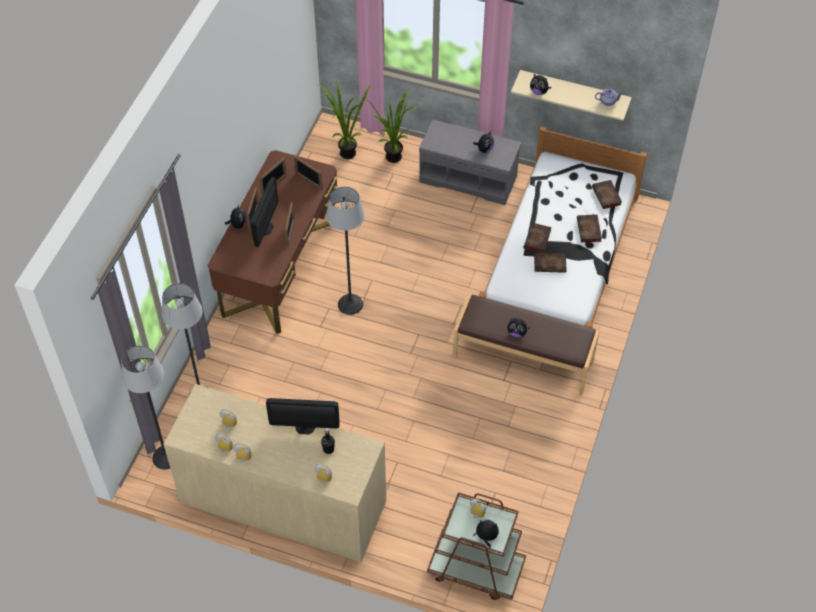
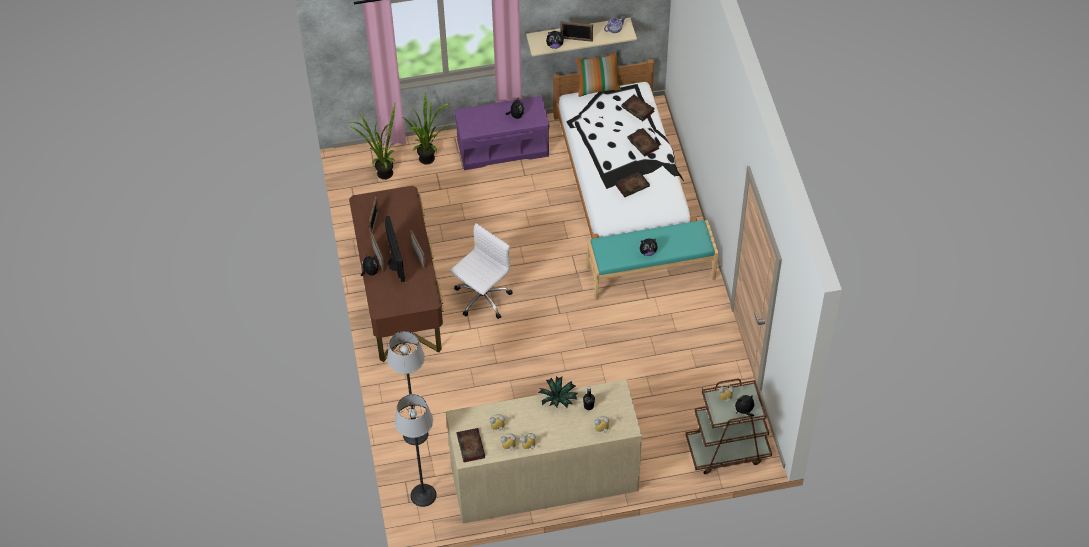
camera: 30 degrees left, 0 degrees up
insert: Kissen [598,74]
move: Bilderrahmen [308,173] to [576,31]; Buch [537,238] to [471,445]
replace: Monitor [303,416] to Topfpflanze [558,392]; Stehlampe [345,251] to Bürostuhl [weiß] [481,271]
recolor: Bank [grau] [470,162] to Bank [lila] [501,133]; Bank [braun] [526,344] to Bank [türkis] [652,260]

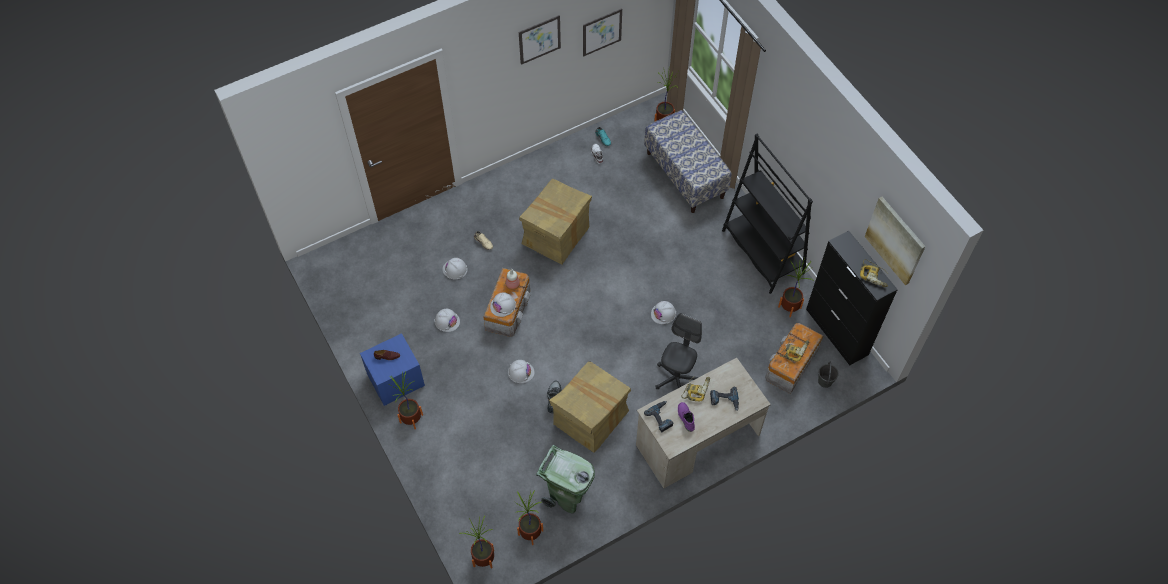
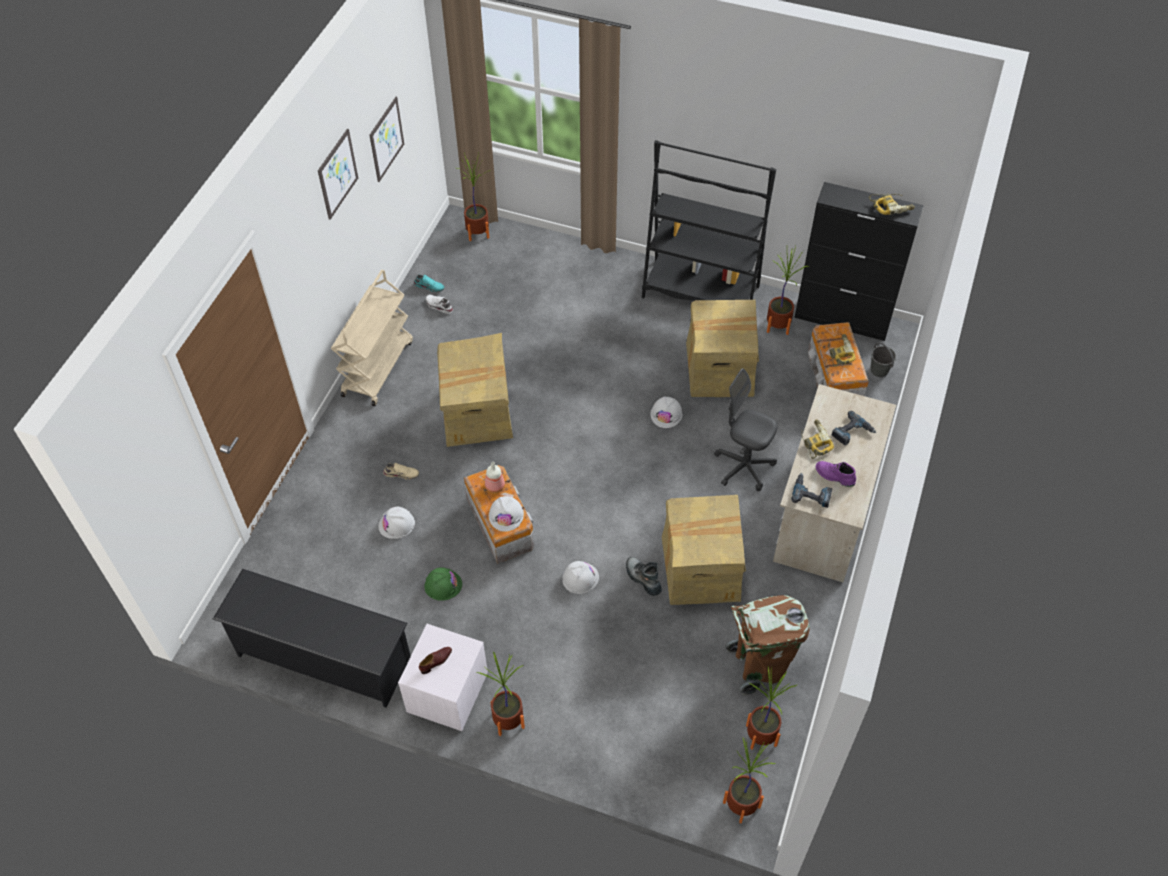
camera: 40 degrees left, 5 degrees down
delete: Bank [688,161]; Bild [895,241]
insert: Schuhregal [schwarz] [312,638]; Rollwagen [beige] [372,338]; Karton [722,348]
recolor: Nachttisch [blau] [392,369] to Nachttisch [weiß] [443,677]; Schutzhelm [weiß] [447,320] to Schutzhelm [grün] [443,584]; Mülleimer [grün] [565,479] to Mülleimer [braun] [767,645]
rotate: Bürostuhl [grau] [679,351] = [745,429] 45 degrees counterclockwise

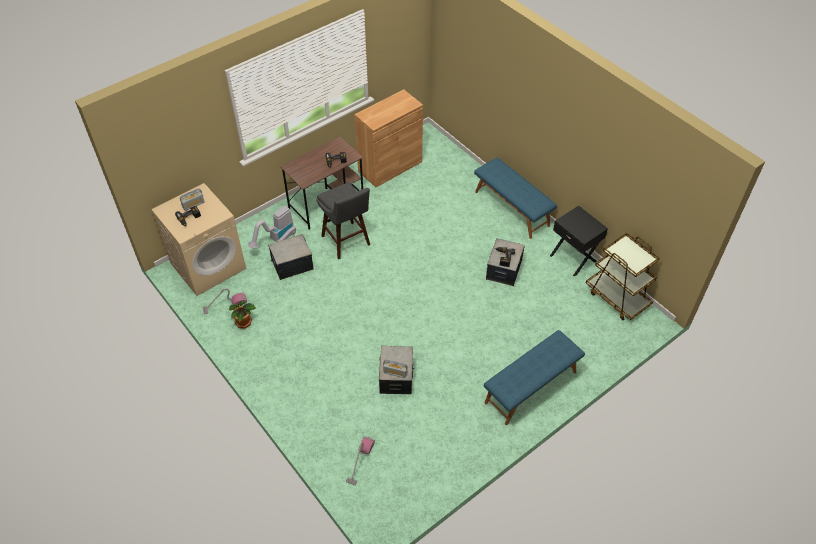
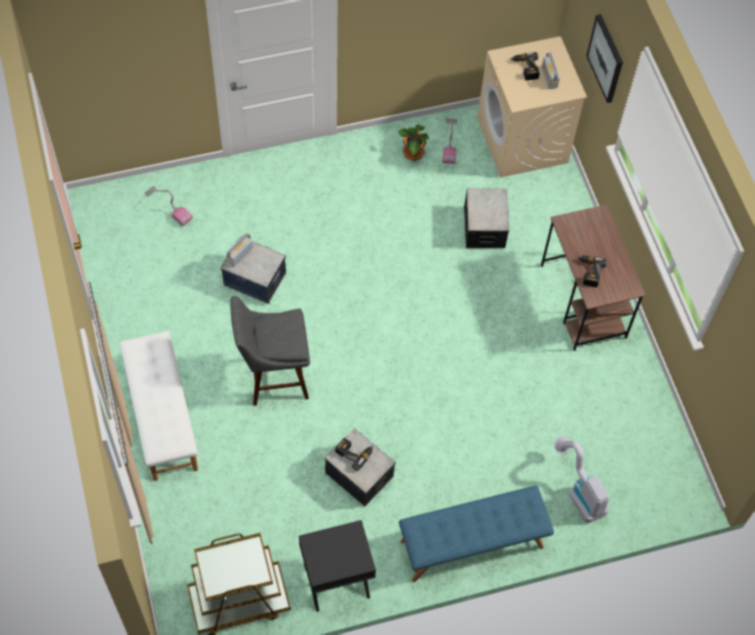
camera: 110 degrees right, 10 degrees up
delete: Schrank [braun] [388,138]
insert: Bild [604,58]
move: Staubsauger [272,227] to [581,479]; Hocker [grau] [343,220] to [270,351]
recolor: Bank [blau] [534,377] to Bank [weiß] [159,406]

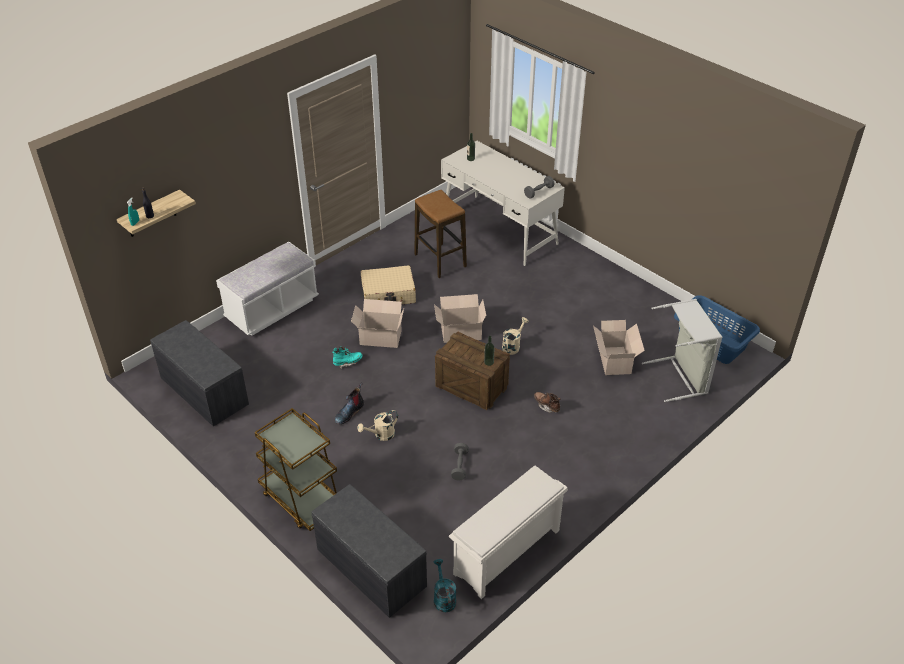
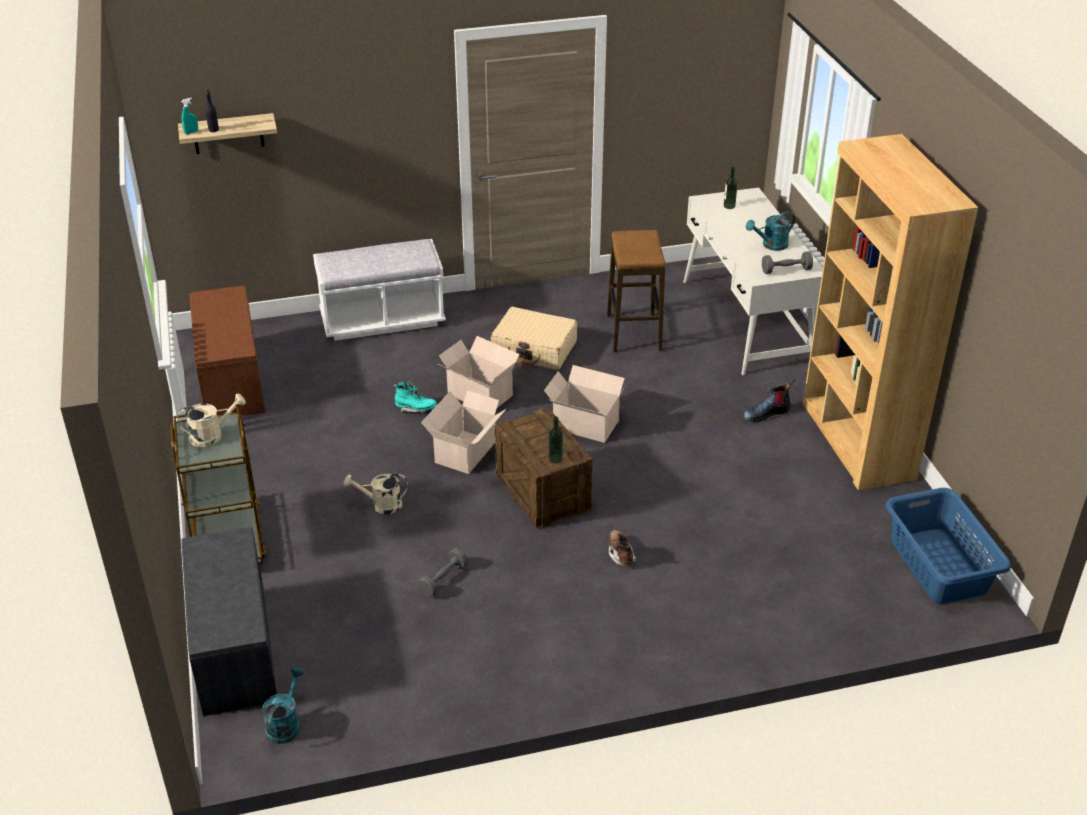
camera: 30 degrees right, 5 degrees down
delete: Schuhregal [weiß] [508,532]; Wäschekorb [grau] [681,350]
insert: Gießkanne [türkis] [770,231]; Bücherregal [braun] [890,312]
move: Stiefel [349,403] to [769,400]; Gießkanne [beige] [515,336] to [211,420]; Karton [619,347] to [463,432]
recolor: Bank [grau] [199,373] to Bank [braun] [227,351]

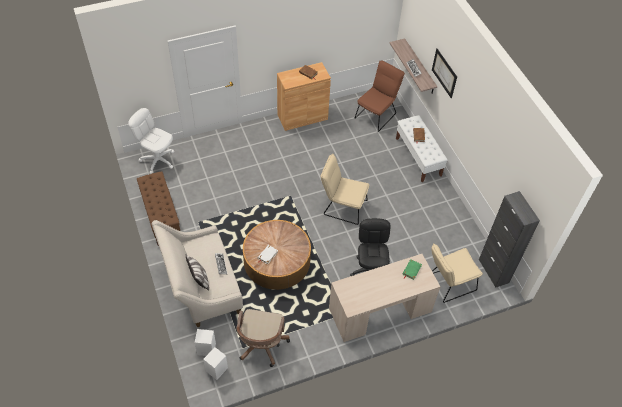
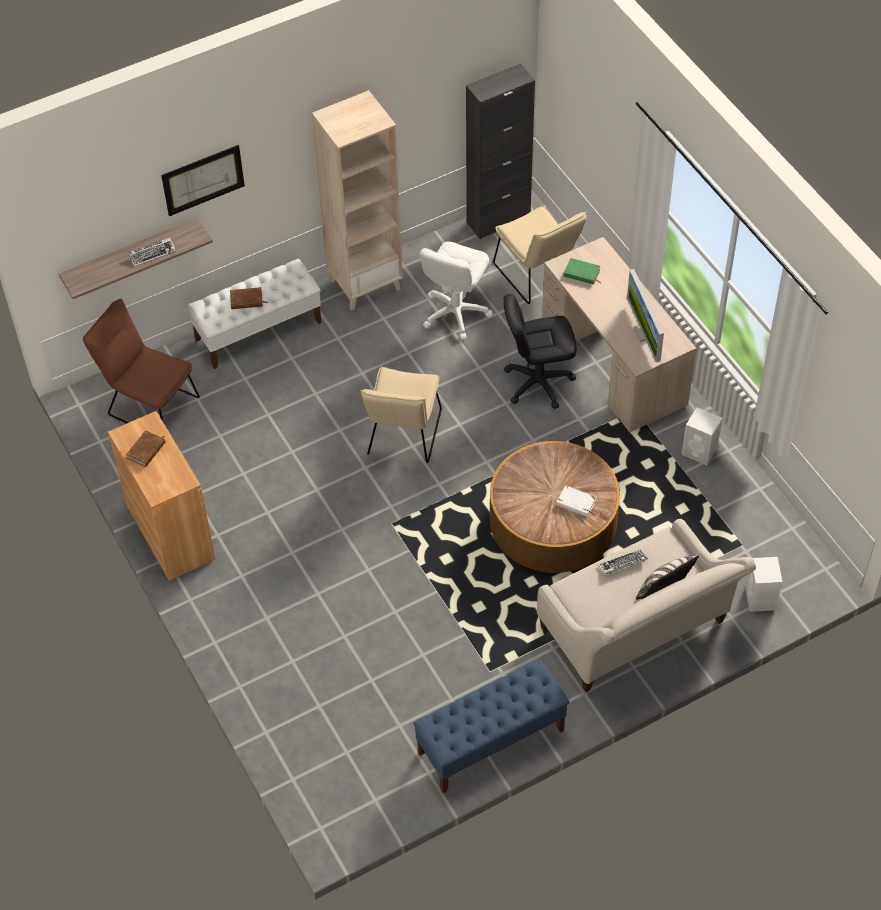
camera: 95 degrees left, 0 degrees up
delete: Bürostuhl [braun] [263,338]
insert: Bücherregal [beige] [357,200]; Monitor [645,316]
move: Bürostuhl [weiß] [151,141] to [456,291]; Lautsprecher [weiß] [215,363] to [702,436]
recolor: Bank [braun] [158,209] to Bank [blau] [491,726]

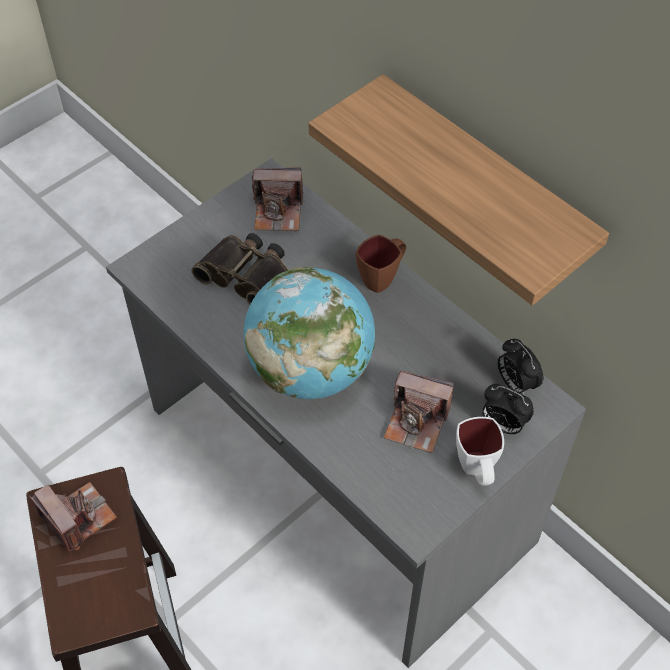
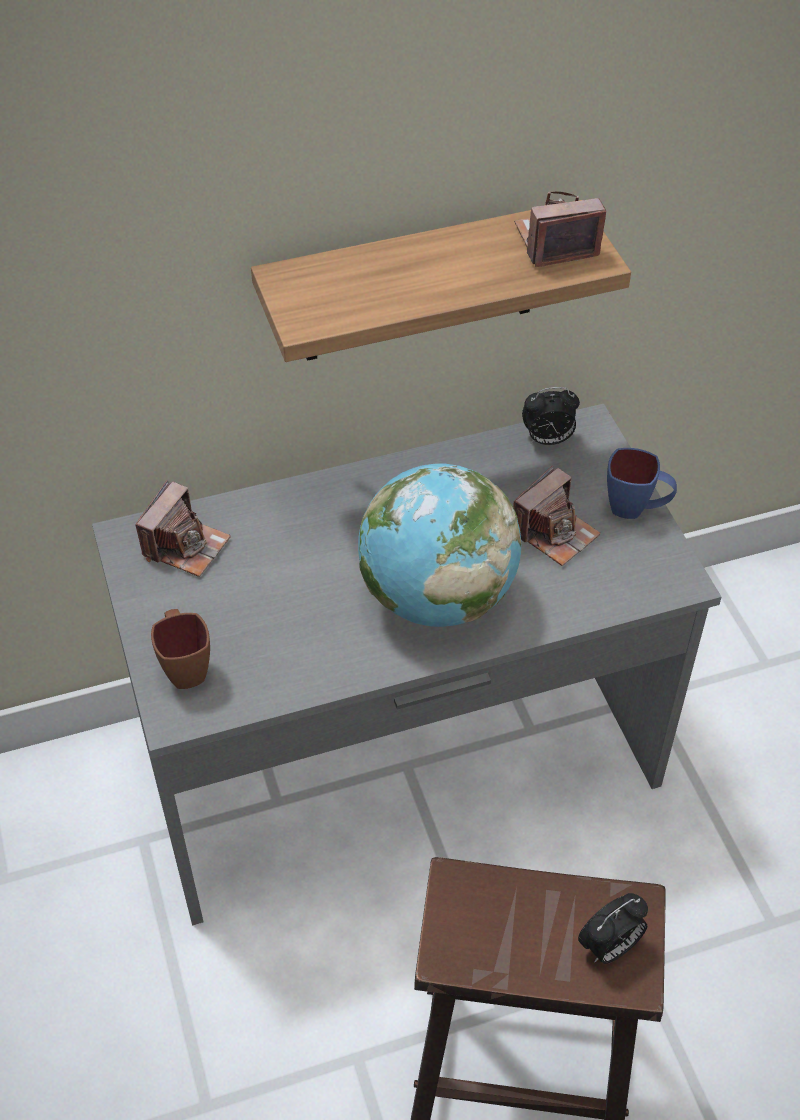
camera: 65 degrees left, 5 degrees down
delete: Fernglas [239,268]
move: Kamera [73,516] to [560,229]; Henkelbecher [braun] [381,264] to [180,649]; Wecker [508,409] to [613,928]
recolor: Henkelbecher [weiß] [480,451] to Henkelbecher [blau] [642,483]

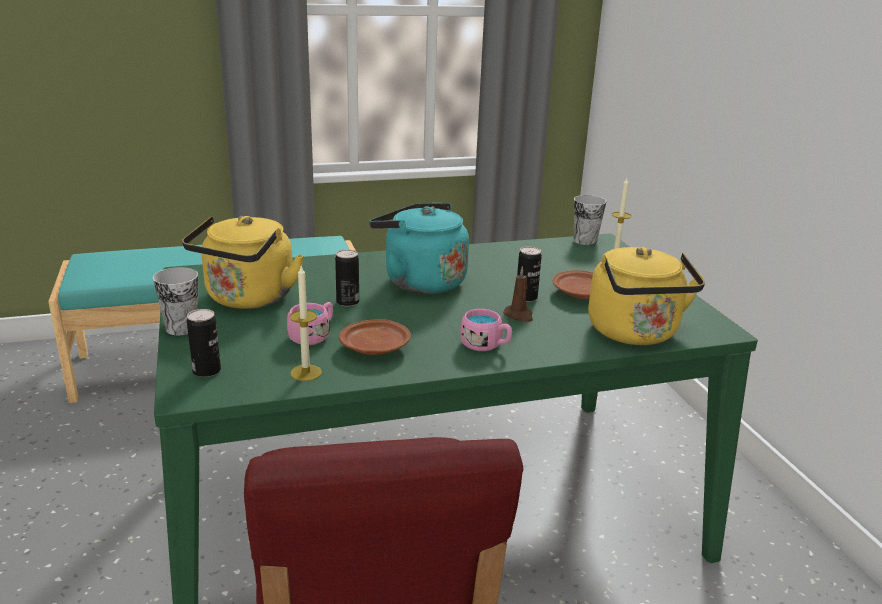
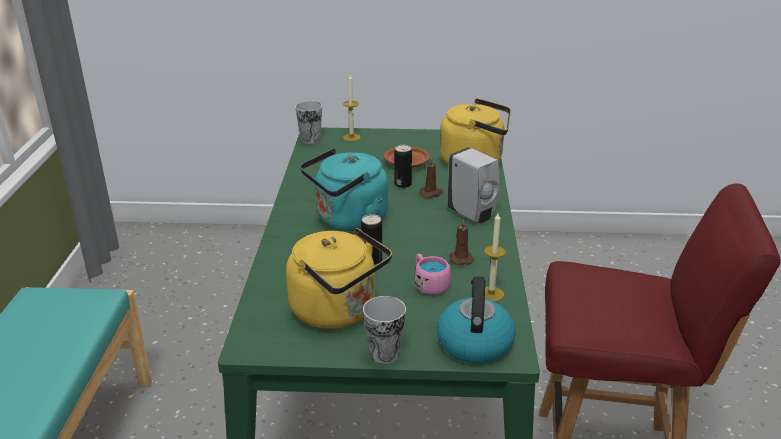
camera: 70 degrees left, 5 degrees up
replace: Dose [204,343] to Wasserkessel [476,320]; Teller [braun] [375,337] to Kerze [braun] [462,241]; Henkelbecher [rosa] [486,330] to Seifenspender [weiß] [473,185]

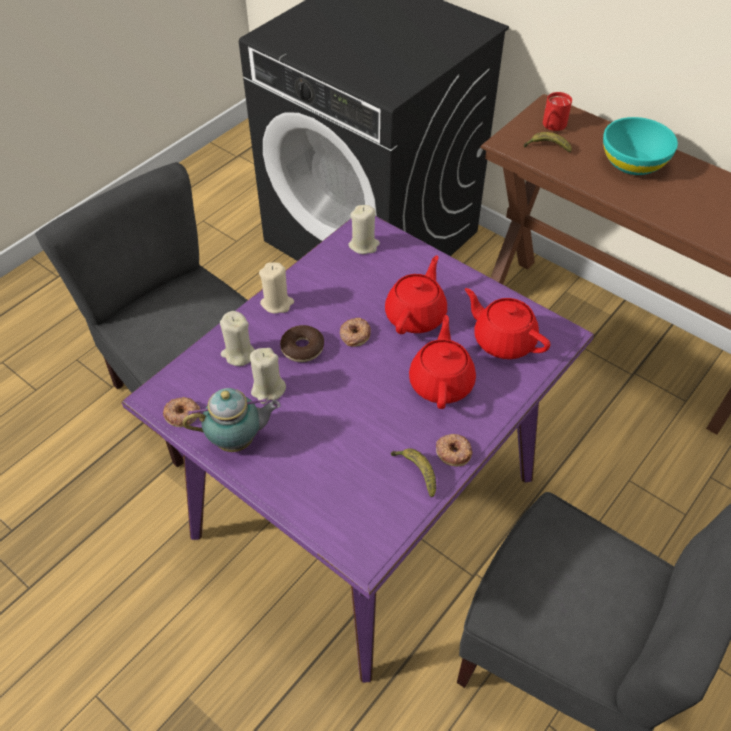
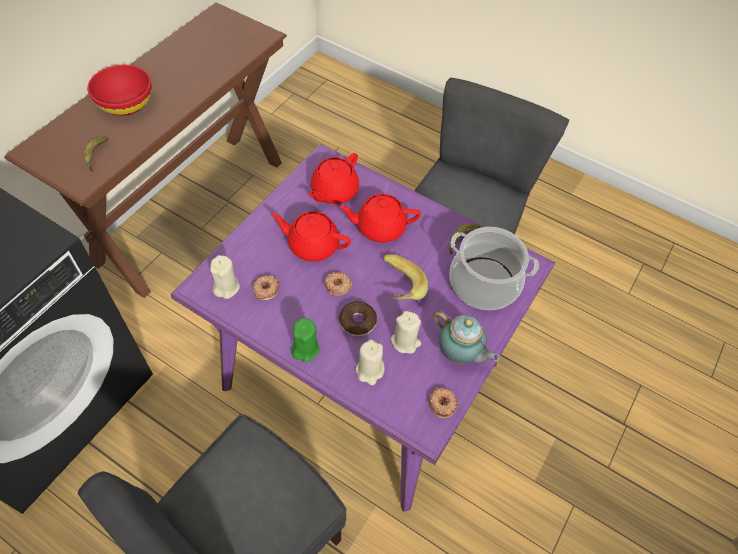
camera: 100 degrees left, 5 degrees up
delete: Henkelbecher [rot] [557,111]
insert: Banane [405,277]; Kochtopf [494,268]
move: Donut [454,450] to [266,287]
recolor: Kerze [beige] [276,288] to Kerze [grün] [305,340]; Schüssel [türkis] [640,146] to Schüssel [rot] [119,90]
rotate: Teekanne [231,420] = [466,337] 150 degrees clockwise

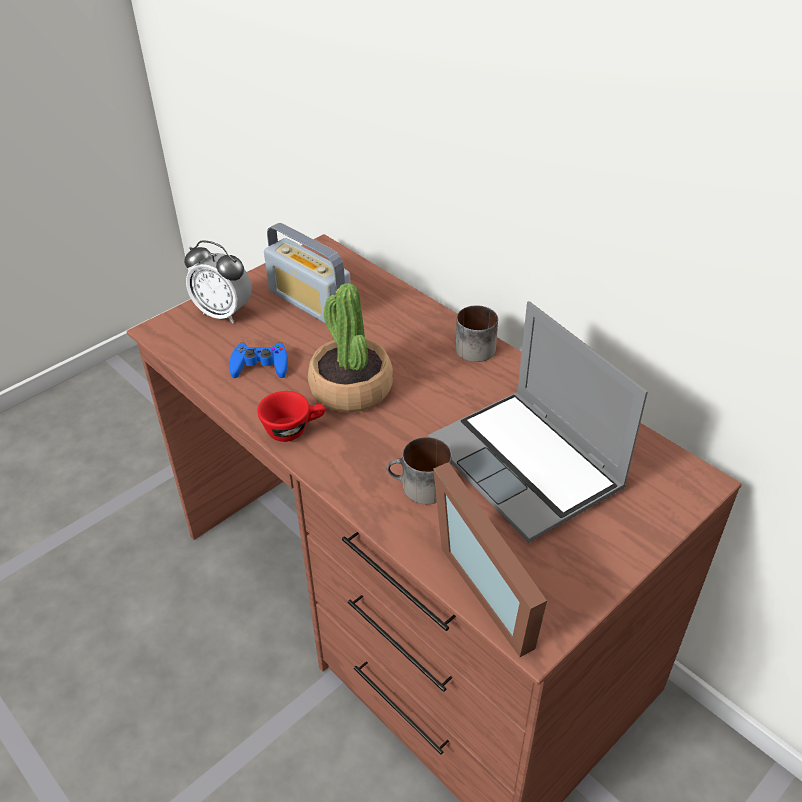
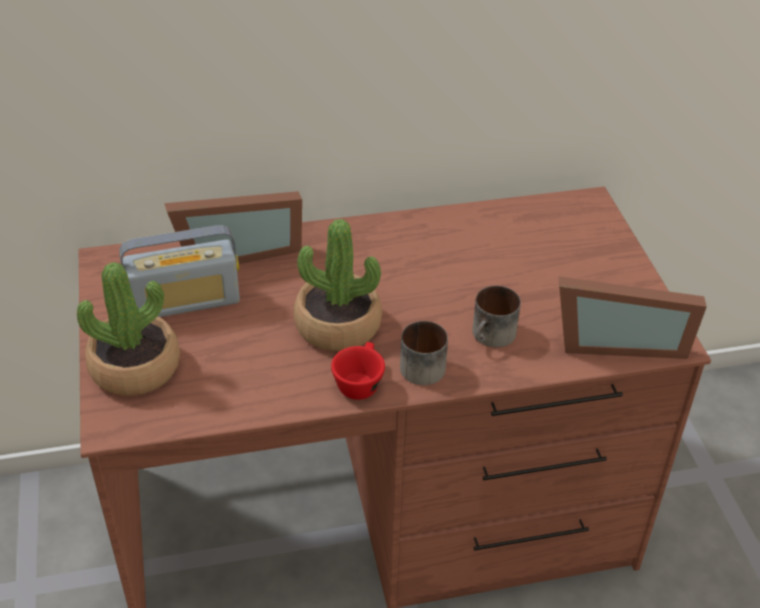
camera: 60 degrees left, 0 degrees up
delete: Gamepad [blau] [259,360]; Laptop [538,422]
insert: Bilderrahmen [233,227]
move: Henkelbecher [476,333] to [424,353]
replace: Wecker [218,281] to Topfpflanze [128,329]

